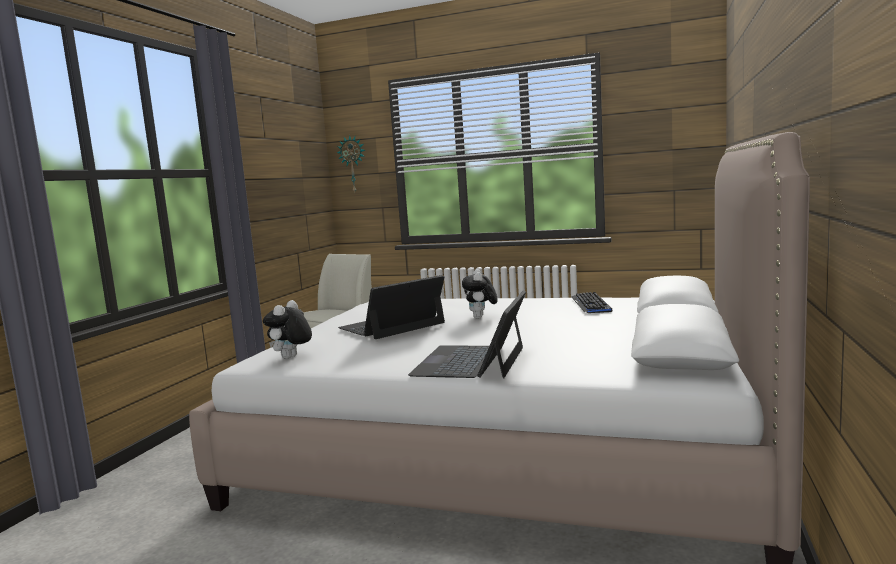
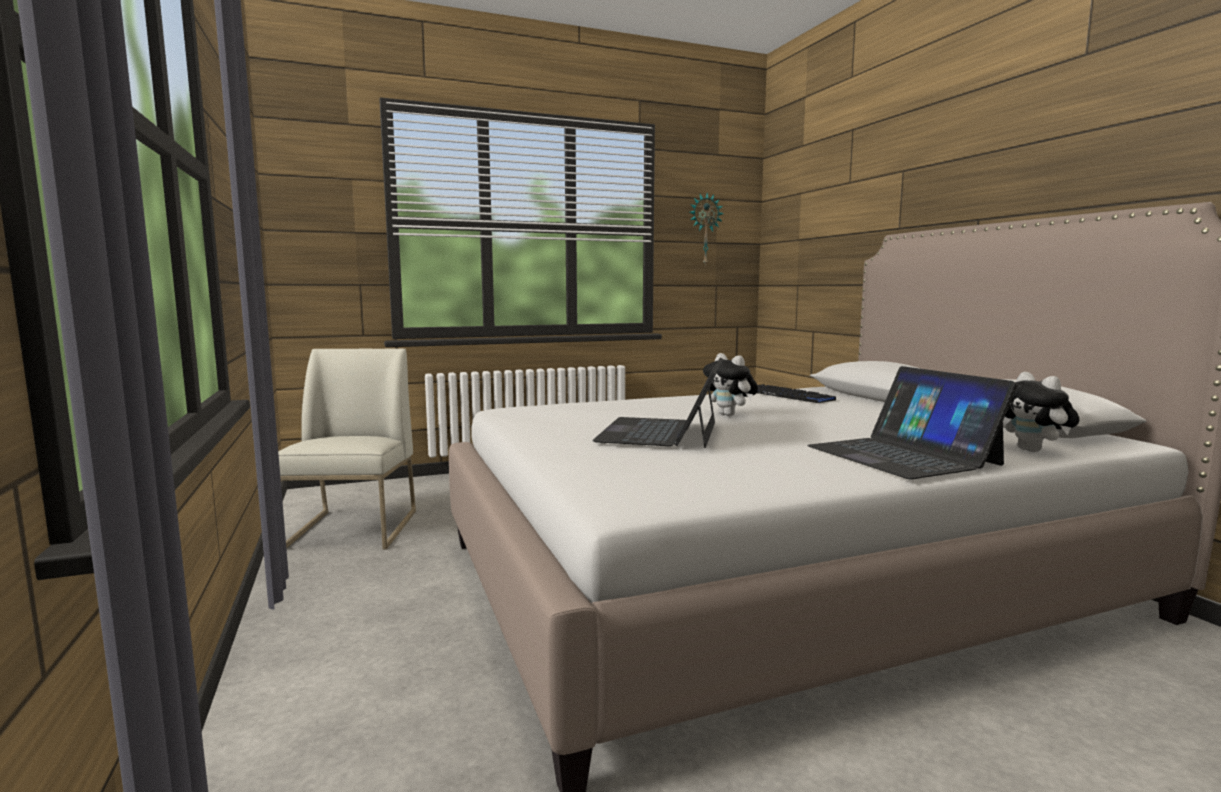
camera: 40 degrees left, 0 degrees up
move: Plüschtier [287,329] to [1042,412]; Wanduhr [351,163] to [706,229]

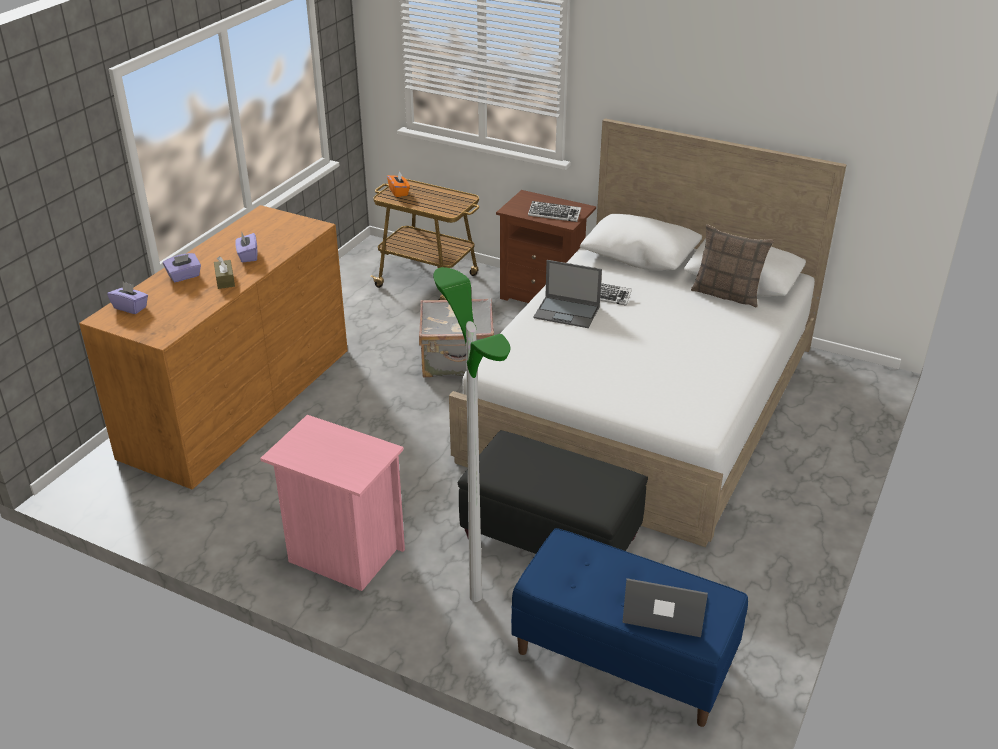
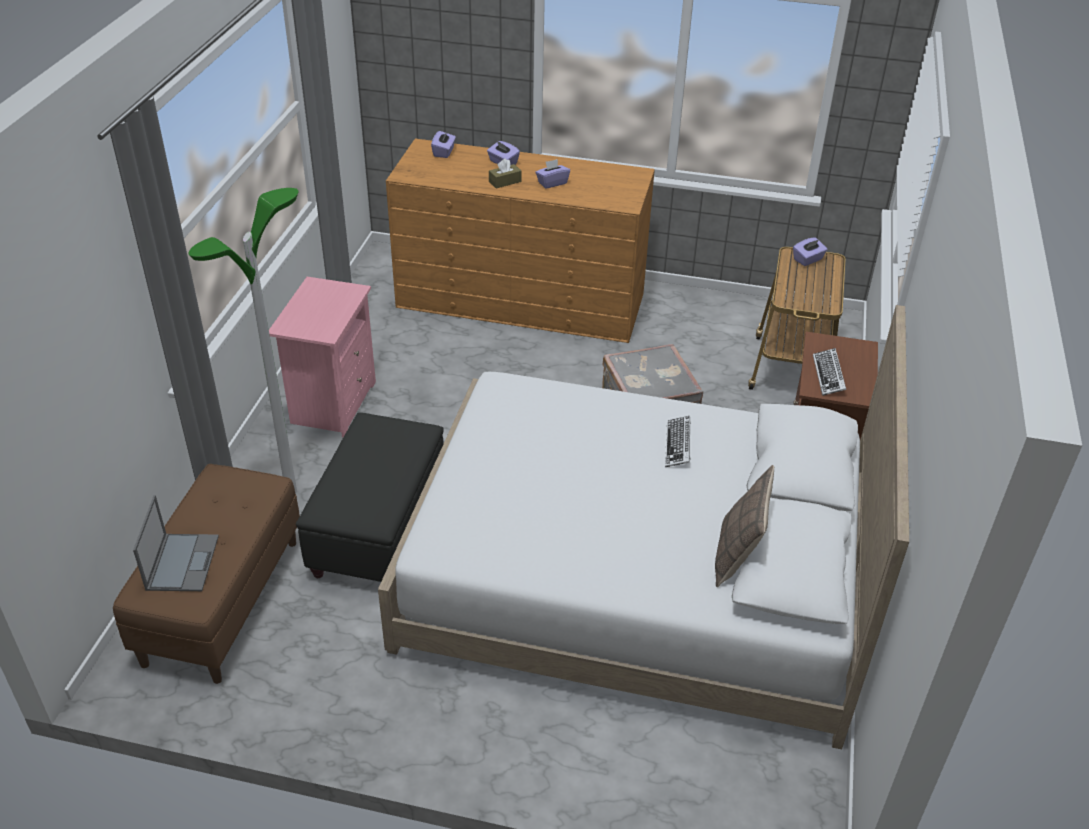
camera: 75 degrees right, 5 degrees up
delete: Laptop [567,294]
recolor: Taschentuchbox [orange] [398,184] to Taschentuchbox [lila] [810,252]; Bank [blau] [629,627] to Bank [braun] [206,574]

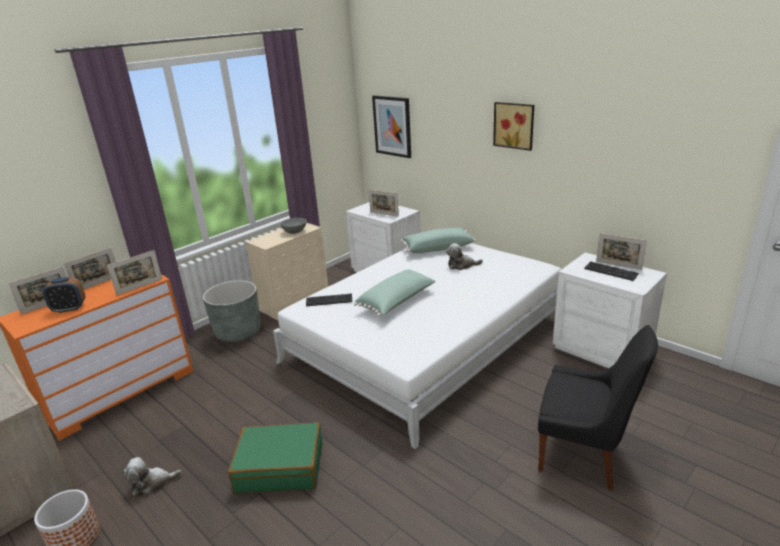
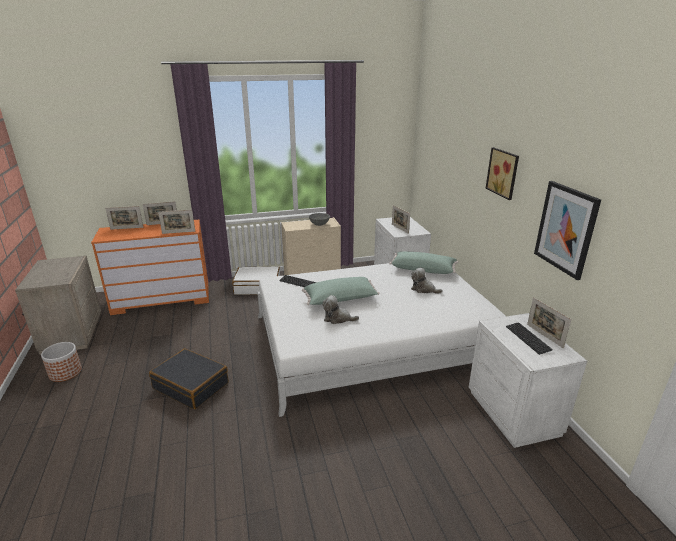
camera: 30 degrees right, 0 degrees up
delete: Wecker [64,295]; Stuhl [schwarz] [598,408]
move: Plüschtier [152,476] to [340,309]; Bild [391,126] to [567,230]
replace: Pflanzkübel [grau] [232,311] to Koffer [weiß] [256,280]
recolor: Koffer [grün] [275,458] to Koffer [schwarz] [188,379]

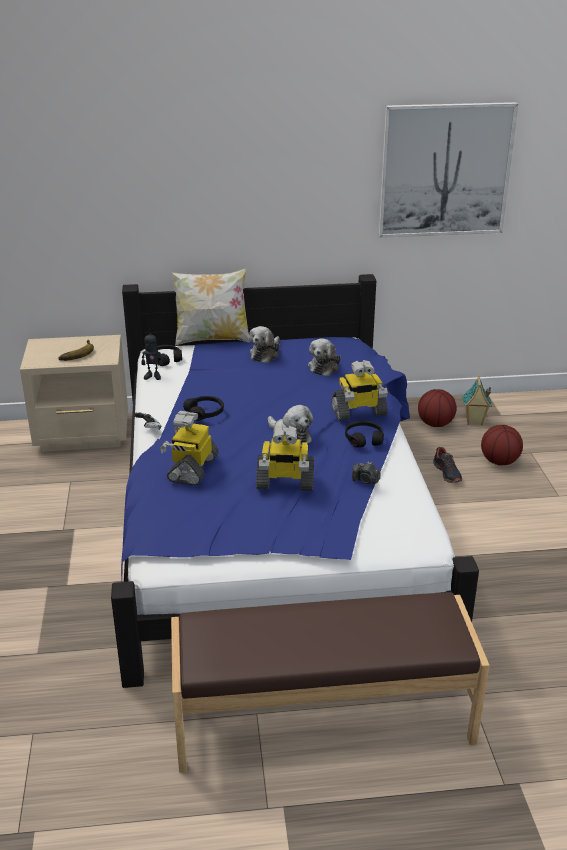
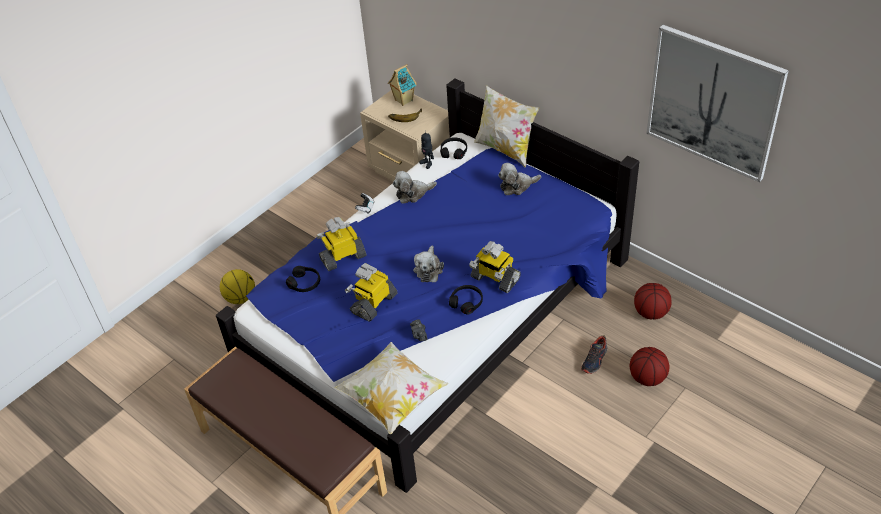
camera: 50 degrees right, 15 degrees up
insert: Basketball [237,286]; Kissen [391,388]
move: Kopfhörer [schwarz] [203,408] to [303,279]; Plüschtier [324,357] to [415,187]; Spielzeughaus [477,400] to [402,85]
rotate: Spielzeugroboter [285,458] = [371,292] 75 degrees clockwise

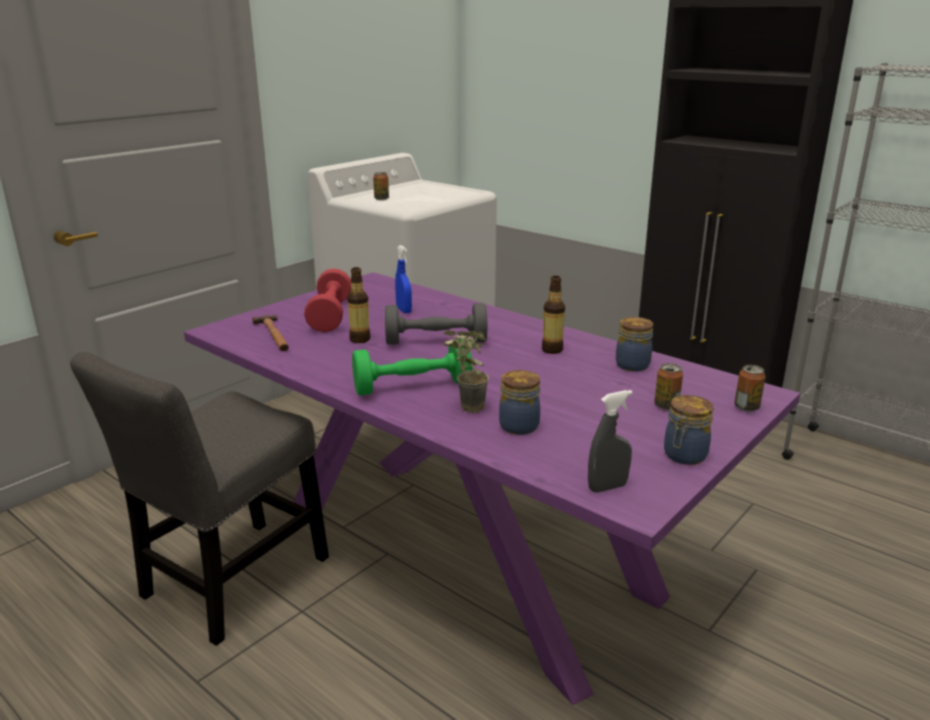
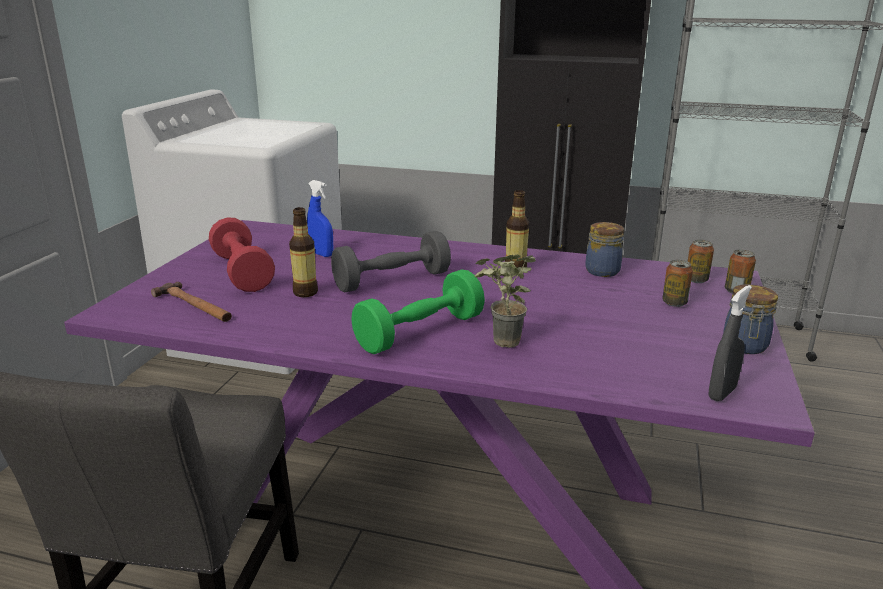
camera: 25 degrees left, 0 degrees up
delete: Vorratsglas [519,402]
move: Dose [381,186] to [700,261]

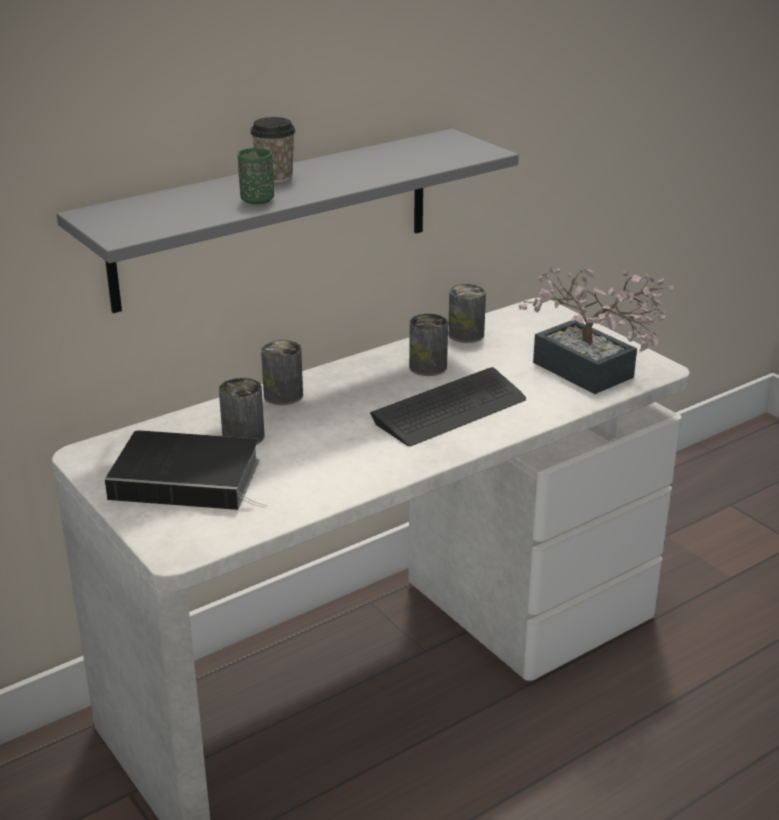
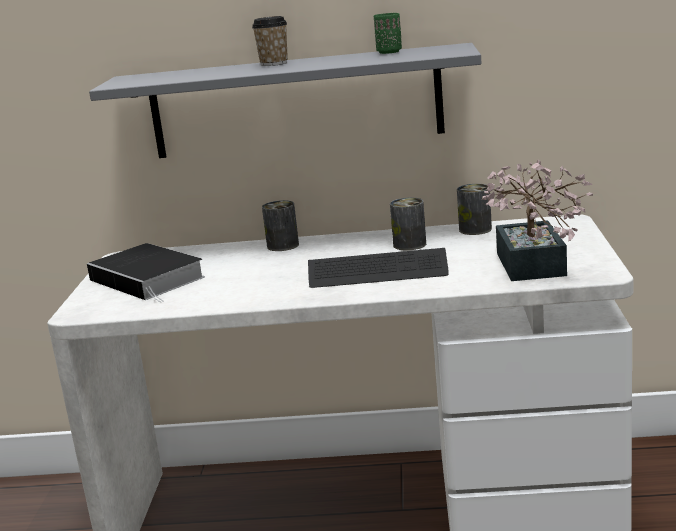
camera: 40 degrees right, 10 degrees down
delete: Dose [242,411]
move: Tasse [grün] [256,176] to [388,33]

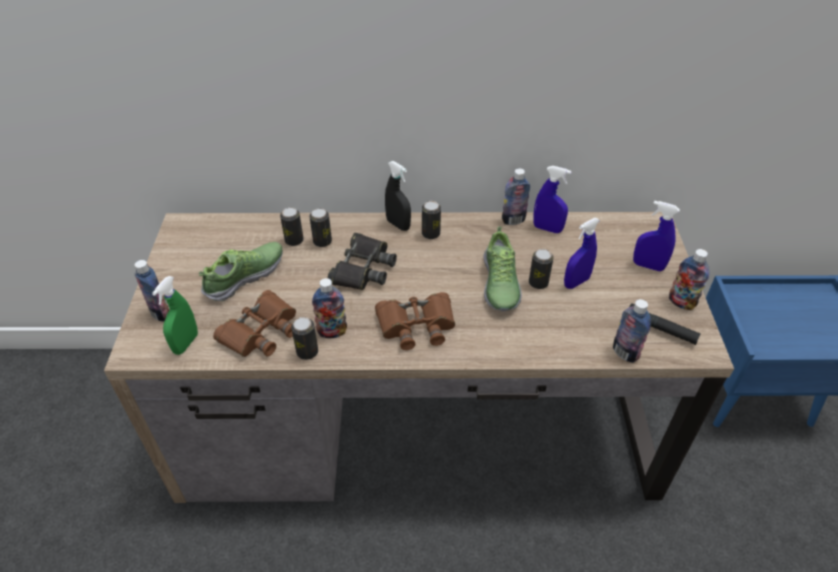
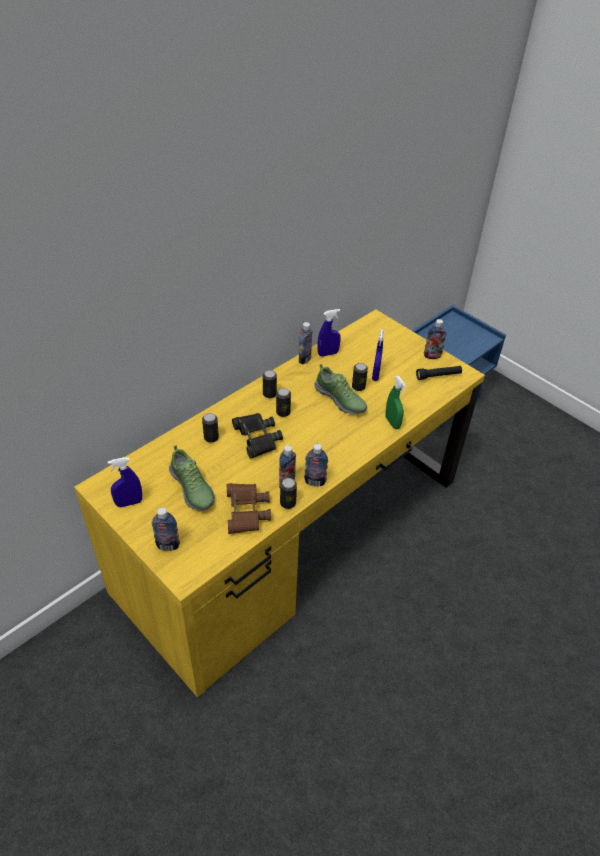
camera: 45 degrees left, 0 degrees up
delete: Fernglas [braun] [415,321]; Sprühflasche [schwarz] [398,196]
move: Sprühflasche [grün] [175,315] to [395,402]; Dose [292,226] to [283,402]; Flasche [632,331] to [316,465]; Sprühflasche [blau] [656,236] to [124,482]
recolor: Schreibtisch [braun] [419,357] to Schreibtisch [gelb] [279,503]
rotate: Schuh [241,271] = [192,478] 150 degrees clockwise

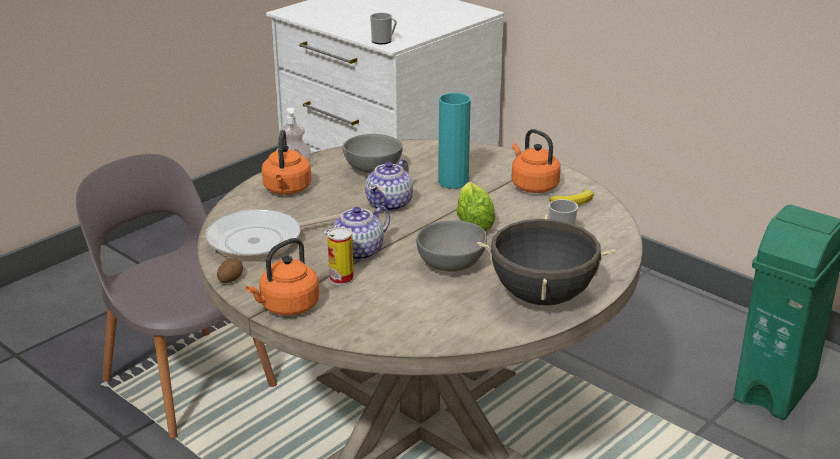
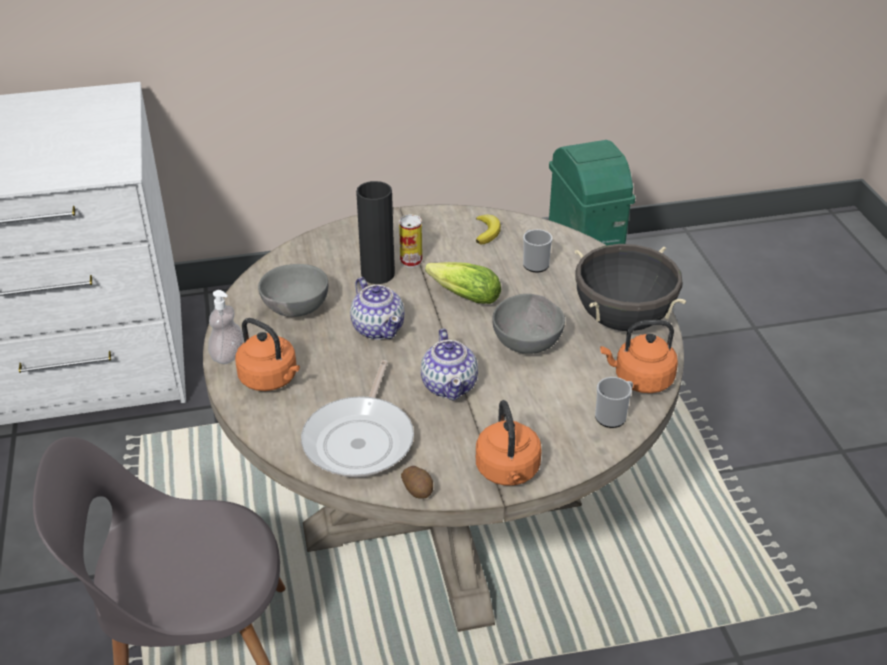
camera: 55 degrees left, 10 degrees up
move: Dose [340,256] to [410,241]; Henkelbecher [383,28] to [614,402]; Wasserkessel [orange] [536,161] to [639,356]
recolor: Vase [türkis] [454,141] to Vase [schwarz] [375,232]

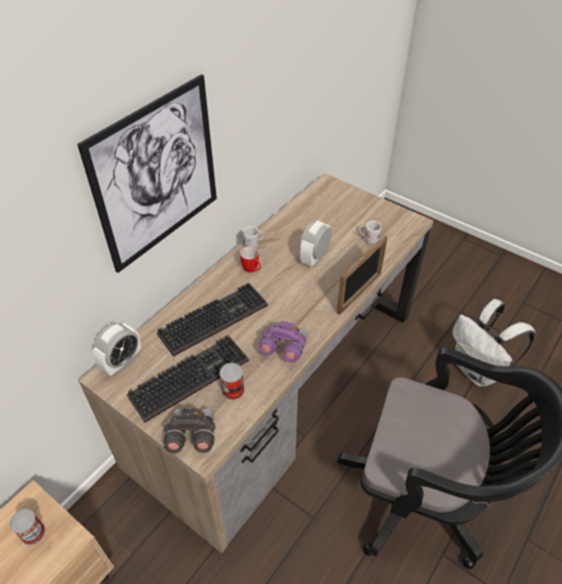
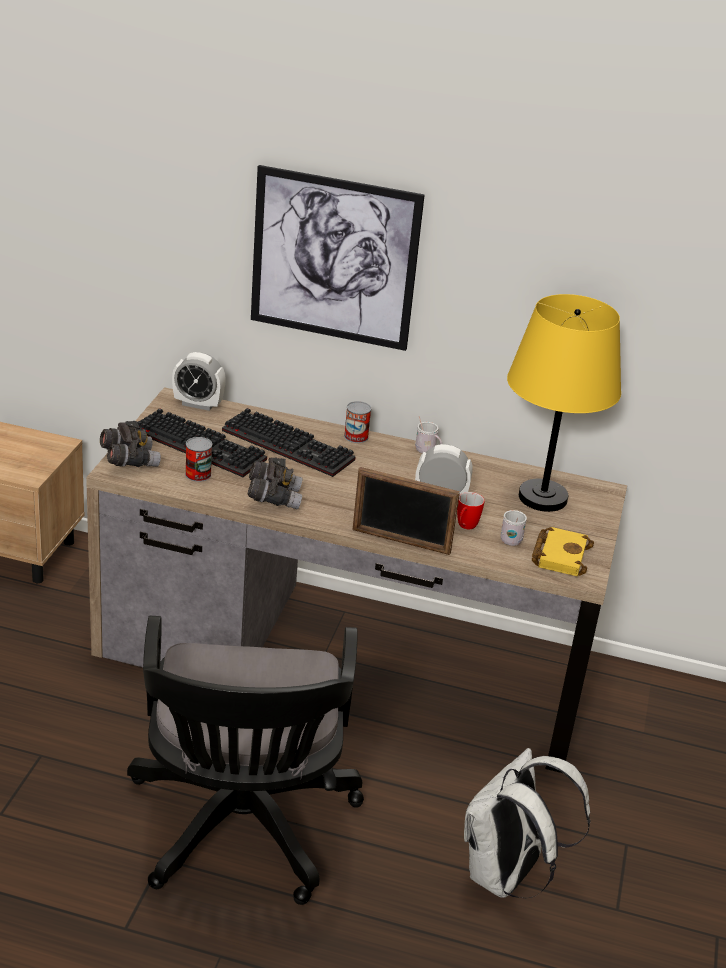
camera: 65 degrees right, 15 degrees down
insert: Tischlampe [gelb] [564,403]; Buch [gelb] [563,551]
move: Dose [27,527] to [357,422]; Henkelbecher [250,259] to [471,511]
recolor: Fernglas [lila] [283,342] to Fernglas [grau] [275,483]

